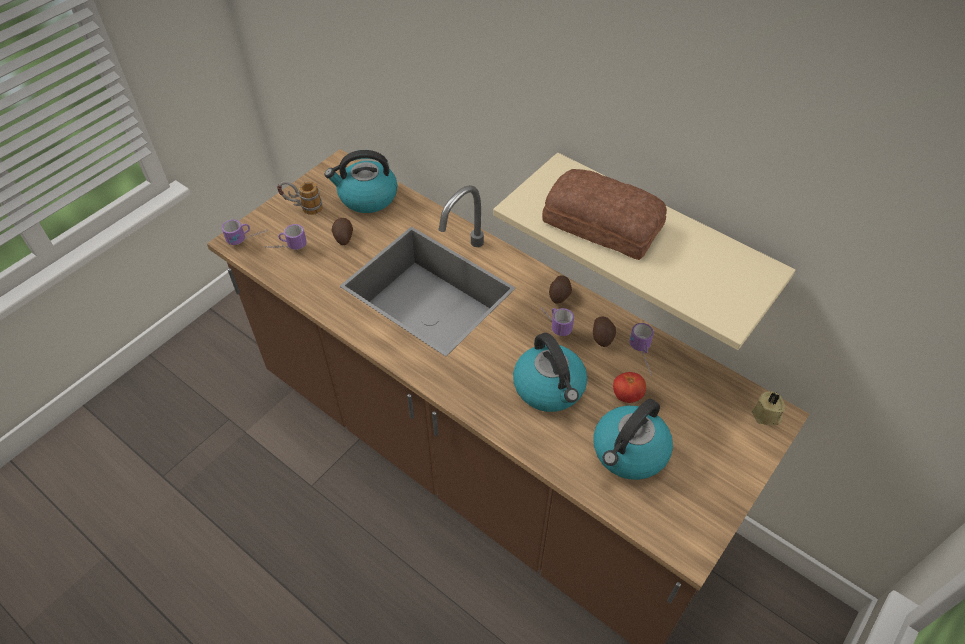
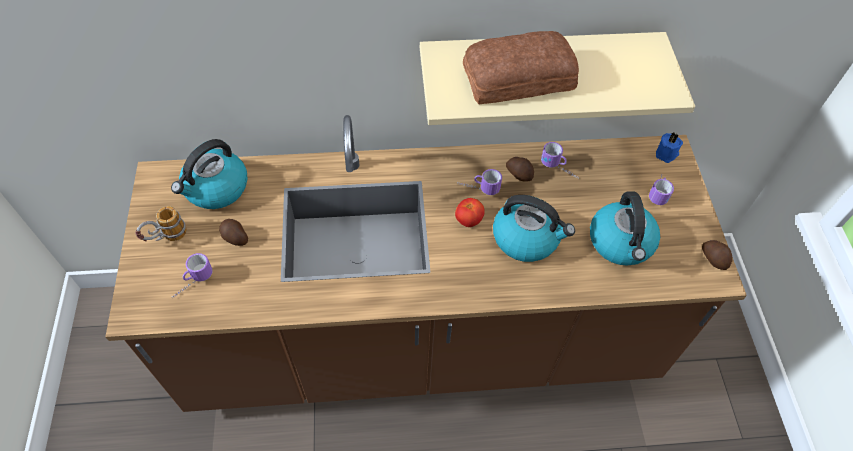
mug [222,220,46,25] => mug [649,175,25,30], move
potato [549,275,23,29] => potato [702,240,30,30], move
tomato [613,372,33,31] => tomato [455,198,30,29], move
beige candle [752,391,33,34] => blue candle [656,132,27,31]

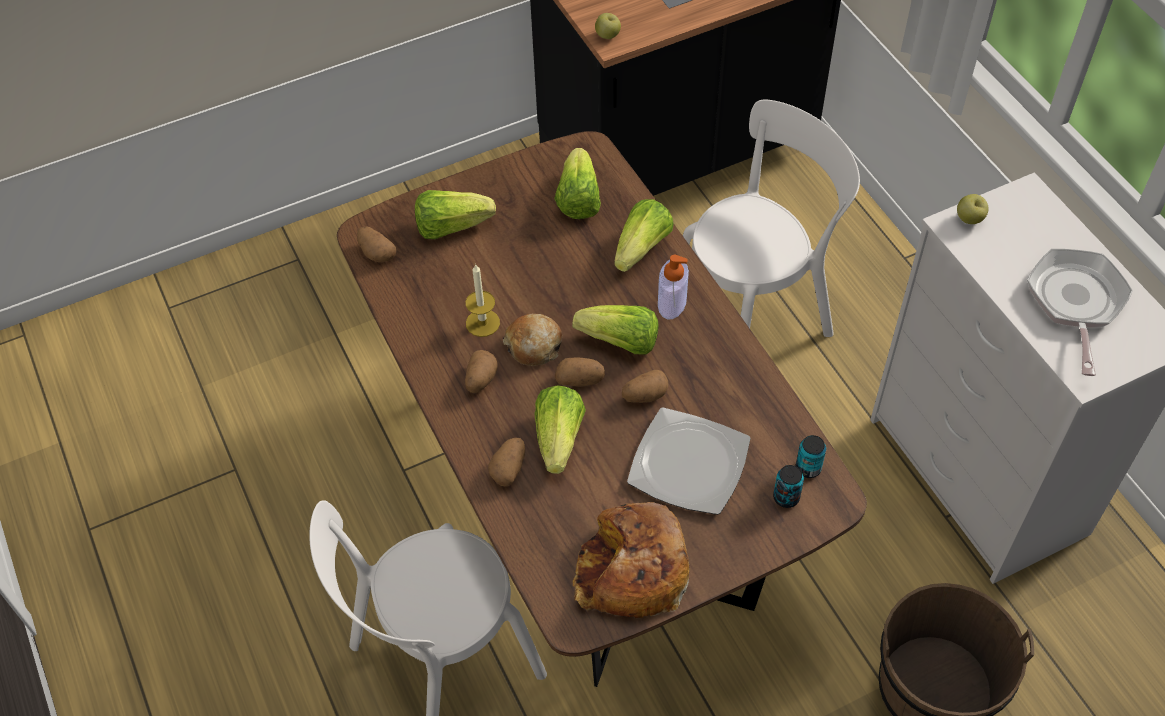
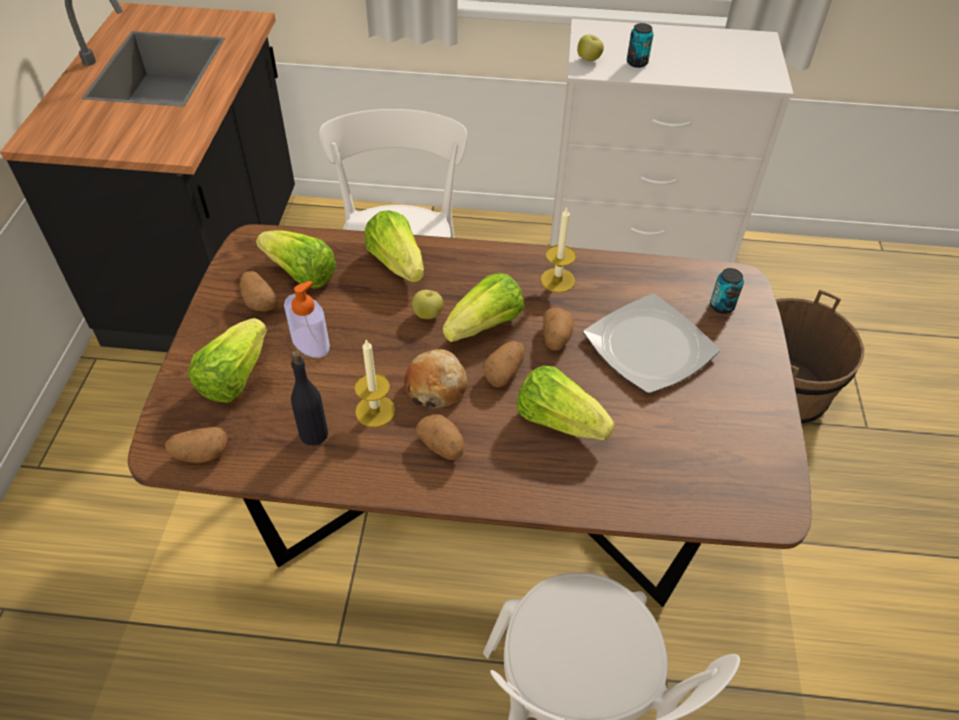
apple [595,13,26,26] => apple [412,290,31,29], move
frying pan [1027,249,106,127] => nothing
soap dispenser [658,255,31,65] => soap dispenser [284,281,46,77], move
can [796,435,30,43] => can [627,23,26,45], move
potato [488,437,37,50] => potato [240,271,38,40], move
bread [573,502,116,116] => nothing
nothing => candle [541,206,35,87]
nothing => black bottle [291,351,37,95]

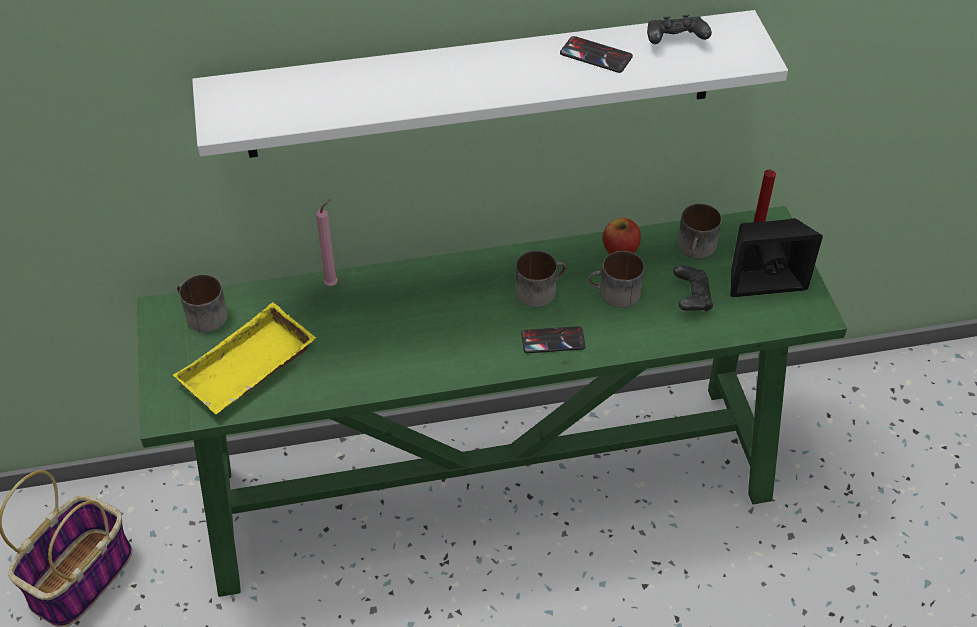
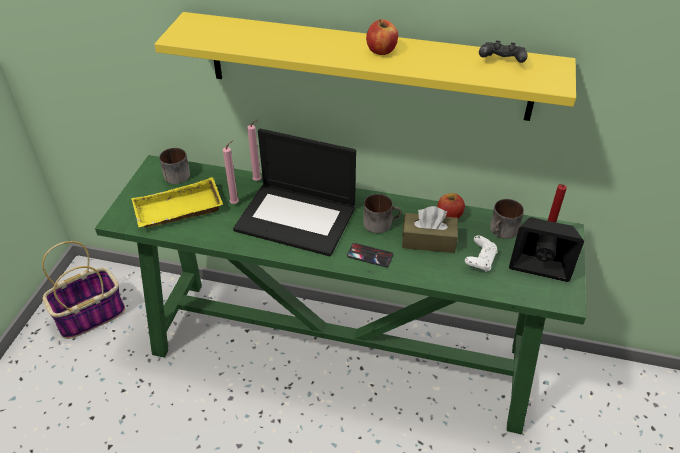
white shelf [192,10,596,148] => yellow shelf [154,12,422,109]
phone [560,36,73,37] => nothing
mug [588,251,56,56] => brown tissue box [402,206,56,47]
black game controller [673,266,40,46] => white game controller [465,235,33,37]
nothing => apple [366,19,32,36]
nothing => laptop [233,129,123,127]
nothing => pink candle [223,140,16,64]

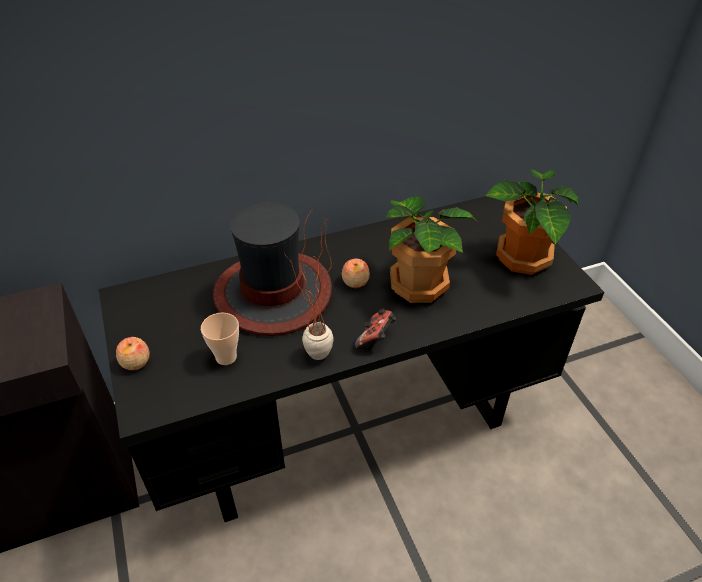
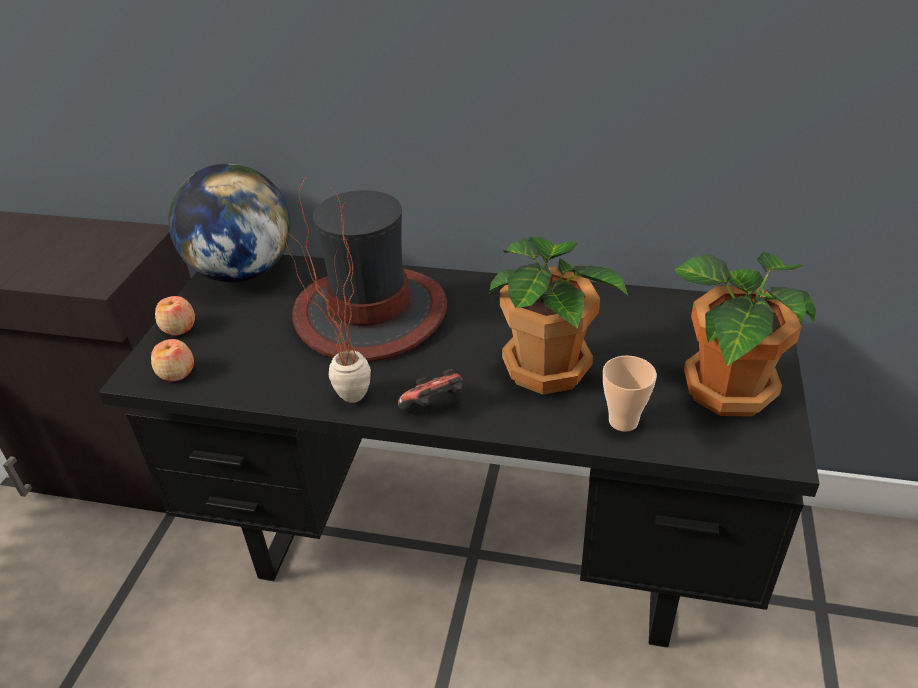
apple [342,259,28,29] => apple [151,339,43,43], move
cup [201,312,38,53] => cup [603,355,54,77], move
nothing => globe [168,164,123,118]

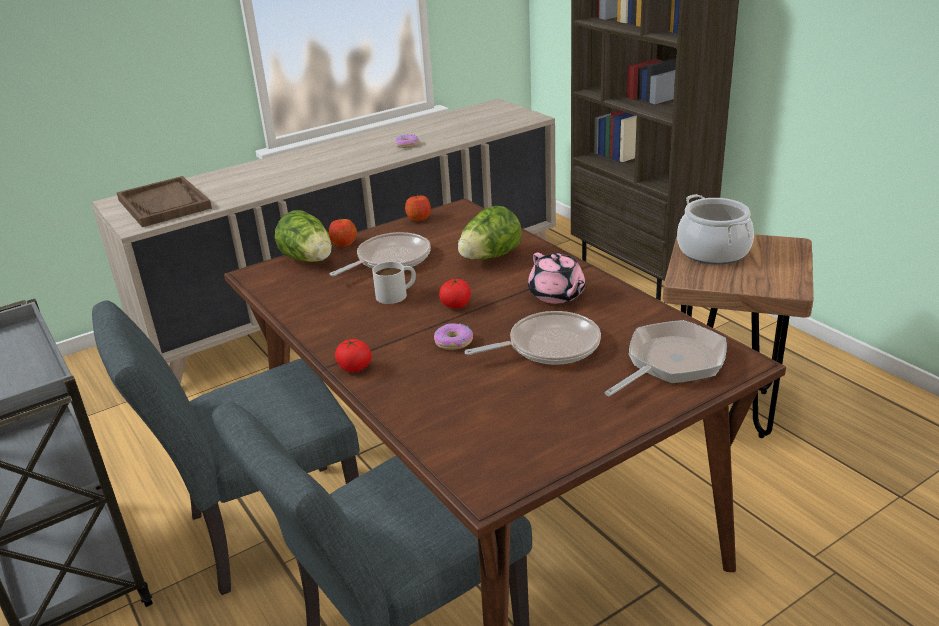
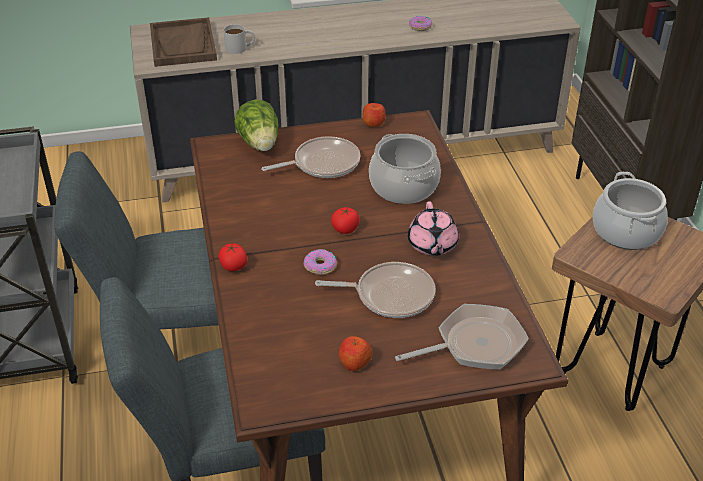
lettuce [458,206,64,54] => cooking pot [369,134,72,70]
apple [329,219,28,28] => apple [339,336,33,35], move
white mug [372,262,44,42] => white mug [223,24,32,30], move

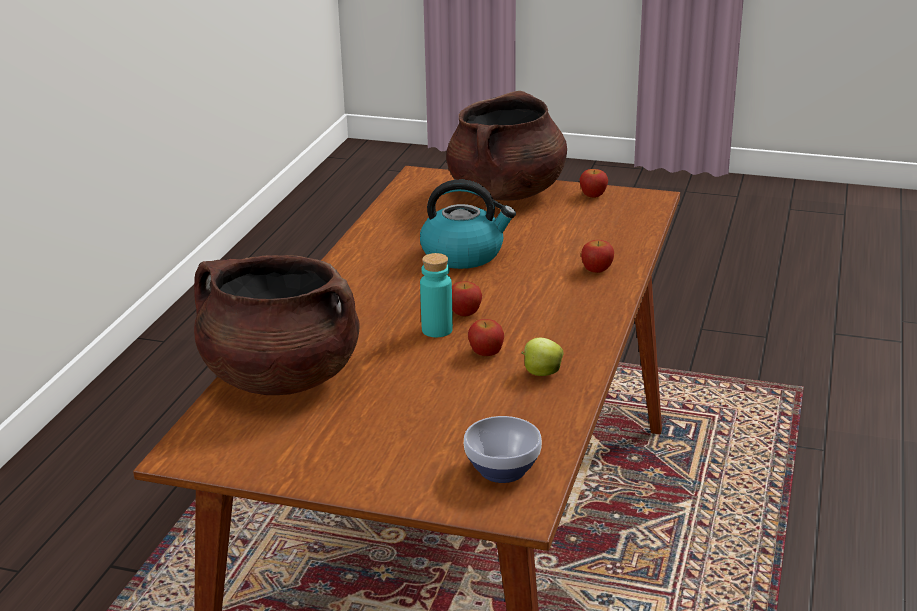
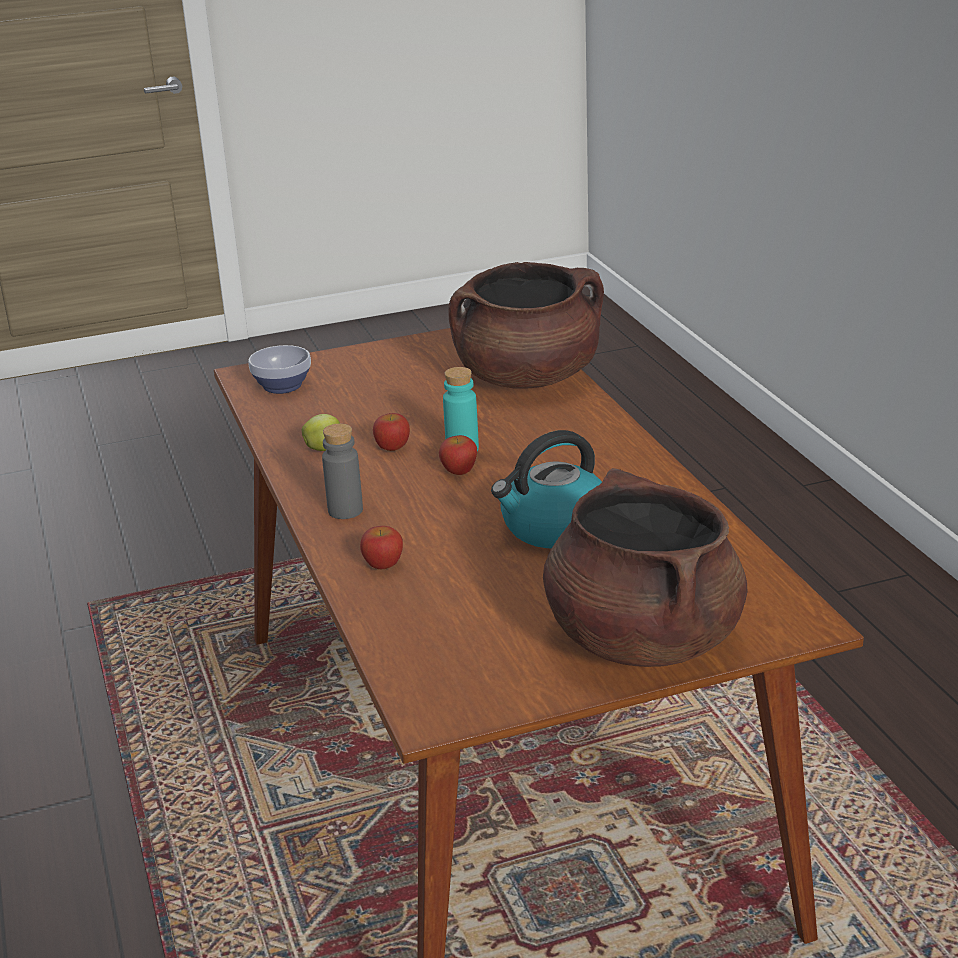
apple [580,169,28,29] => nothing
nothing => grey bottle [322,424,41,95]

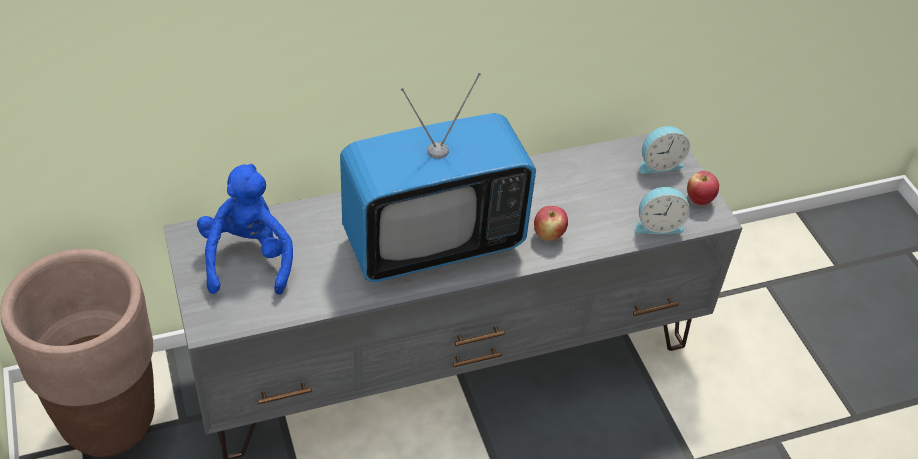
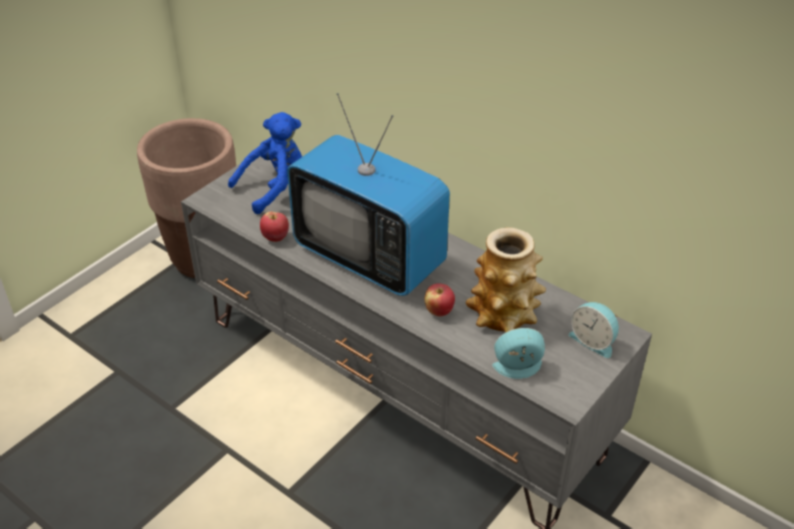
apple [687,171,32,34] => apple [260,211,29,31], move
alarm clock [635,187,55,47] => alarm clock [492,328,53,51], 120 degrees clockwise
nothing => vase [466,228,80,105]

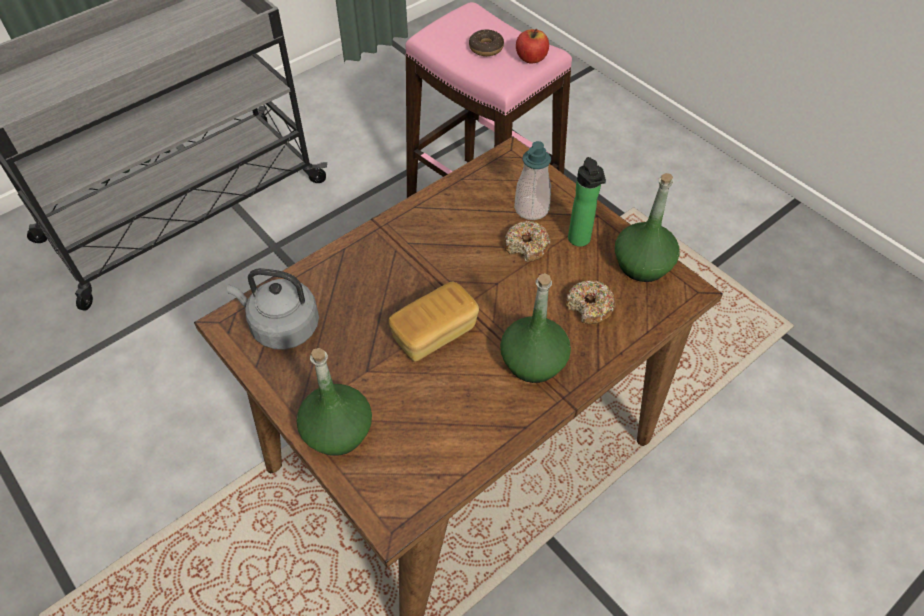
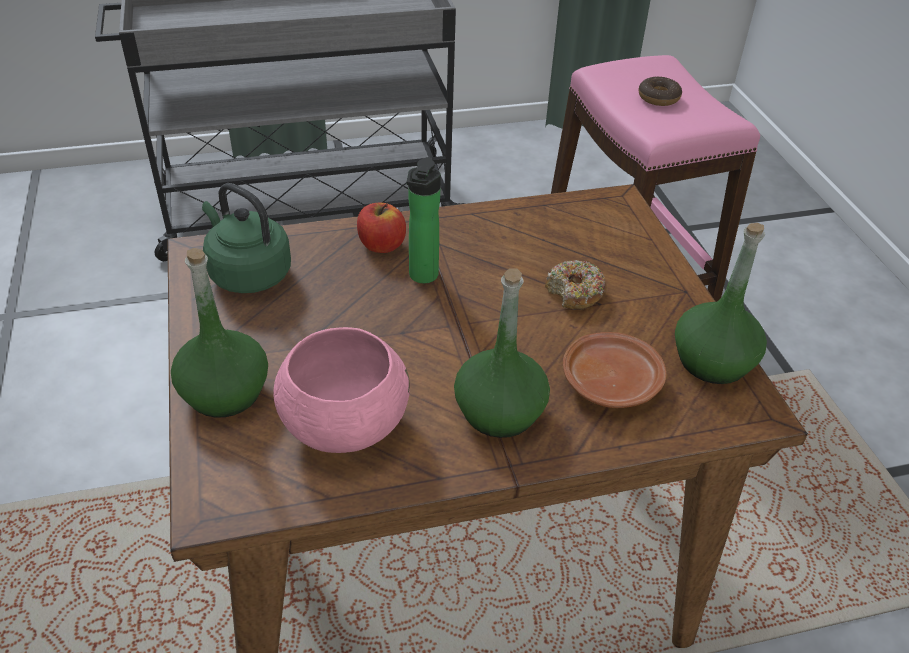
apple [516,29,33,35] => apple [357,203,49,50], move
soap dispenser [514,141,37,79] => nothing
bottle [568,157,38,90] => bottle [407,157,34,126], move
grey kettle [227,268,92,82] => green kettle [202,183,89,110]
donut [565,280,51,44] => brown plate [563,332,103,76]
bread [389,281,90,81] => nothing
nothing => pink bowl [273,327,137,126]

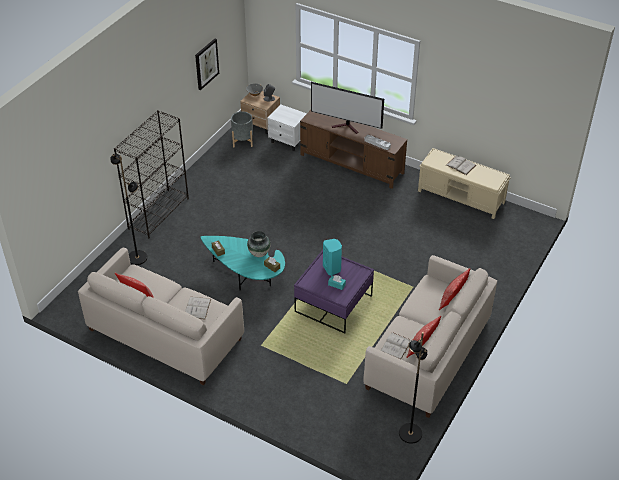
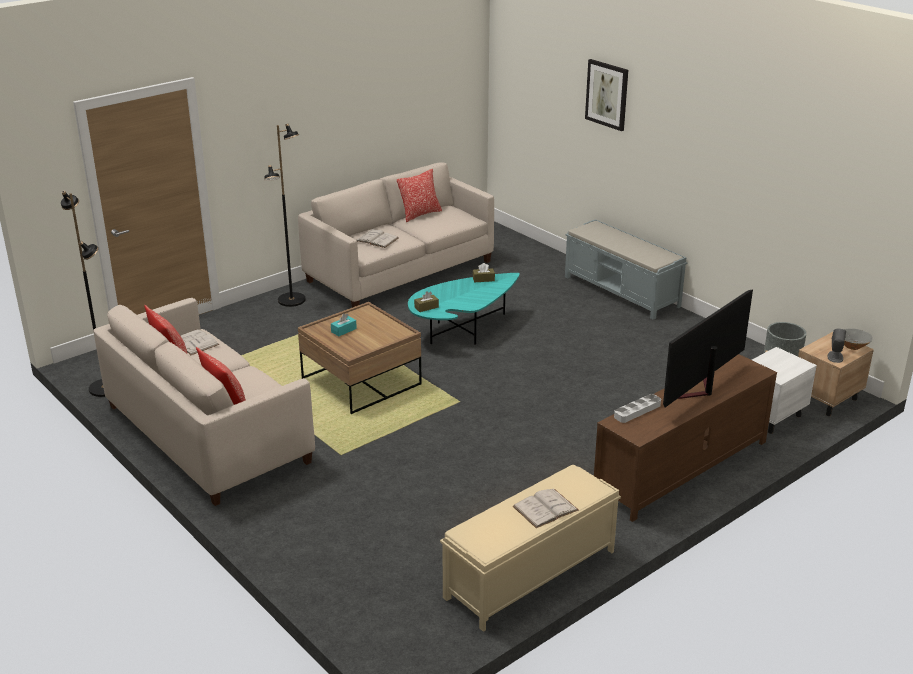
picture [195,39,24,51] => picture [585,59,43,72], move
black bookcase [114,110,75,128] => grey bench [565,219,123,101]
black floor lamp [110,154,37,111] => black floor lamp [264,124,42,183], move
vase [247,231,24,26] => nothing
turquoise speaker [323,239,19,37] => nothing
purple coffee table [294,250,80,83] => brown coffee table [298,302,124,112]

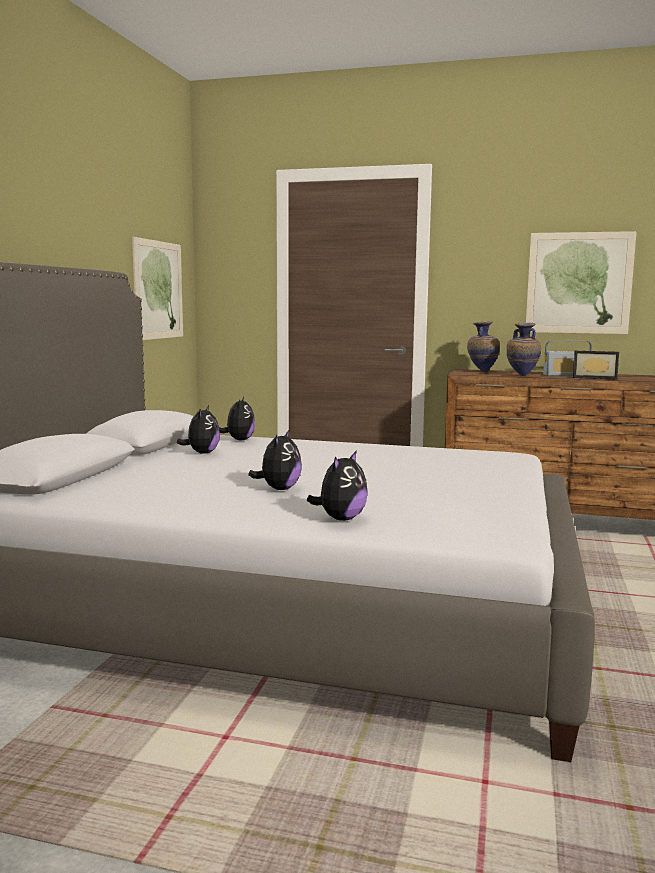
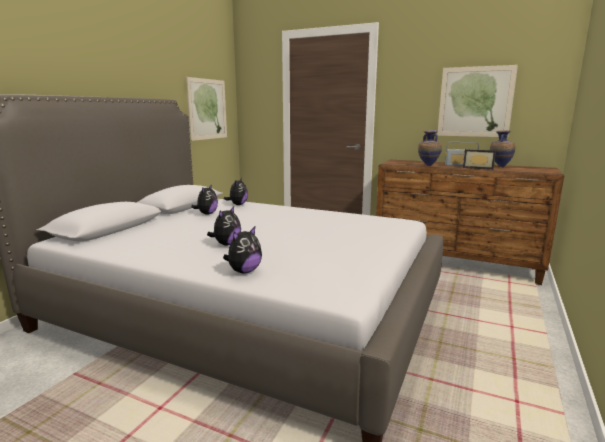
vase [467,321,33,52] => vase [490,130,25,37], move

